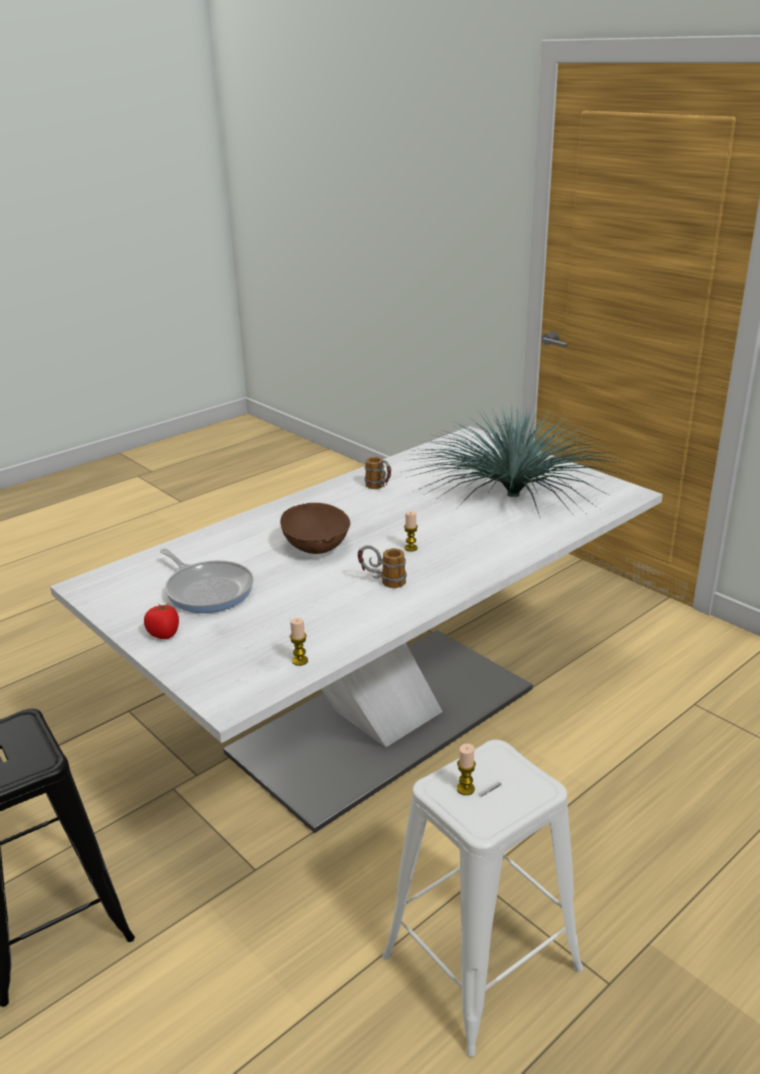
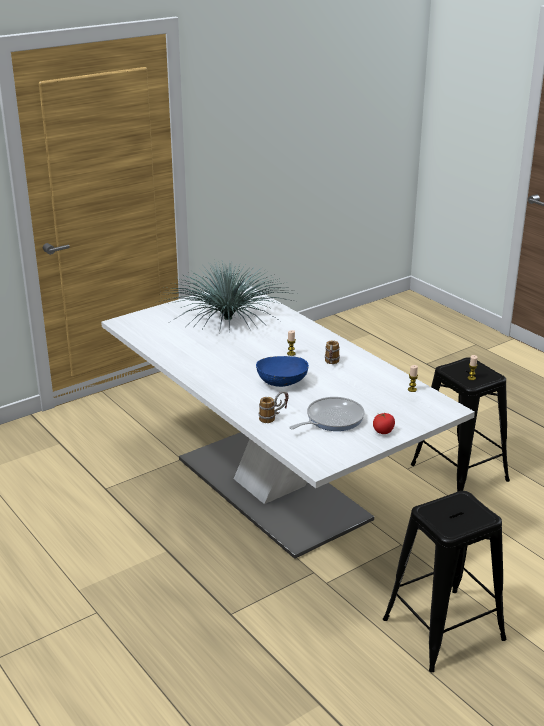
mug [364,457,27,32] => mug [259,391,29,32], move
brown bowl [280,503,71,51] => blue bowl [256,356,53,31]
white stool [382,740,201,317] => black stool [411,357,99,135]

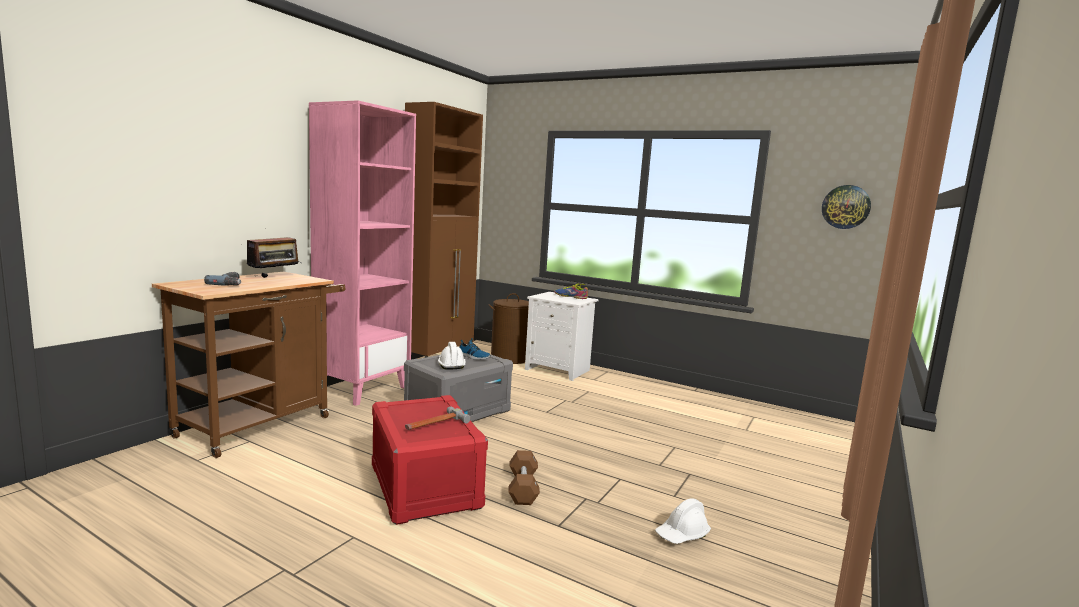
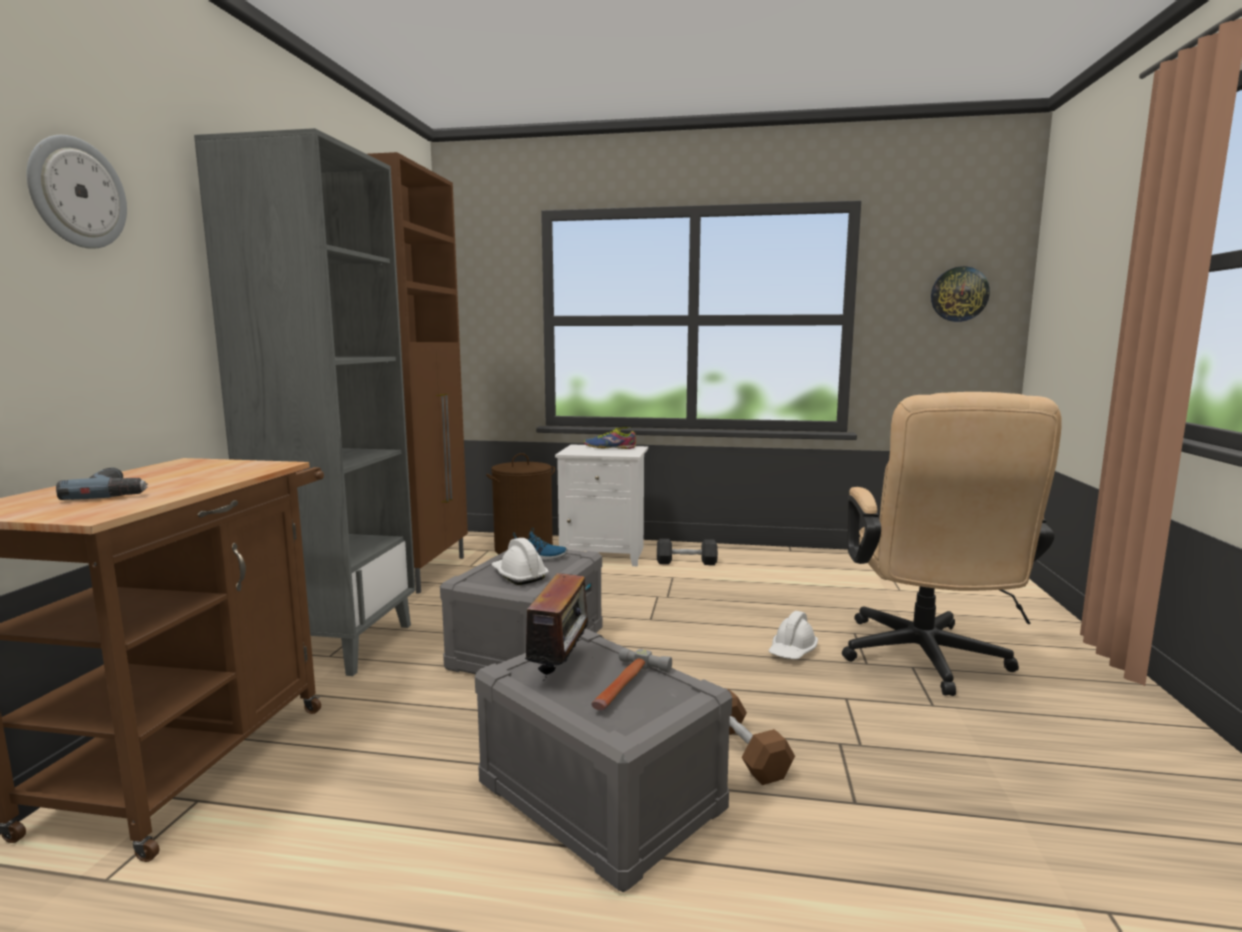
pink bookcase [309,100,107,306] => grey bookcase [194,128,221,548]
radio [241,230,60,48] => radio [518,573,76,111], move
red storage box [372,395,116,130] => grey storage box [475,629,257,263]
white hard hat [655,498,56,46] => white hard hat [769,611,49,48], move
nothing => wall clock [27,135,100,114]
nothing => beige office chair [842,392,220,304]
nothing => black dumbbell [657,539,61,26]

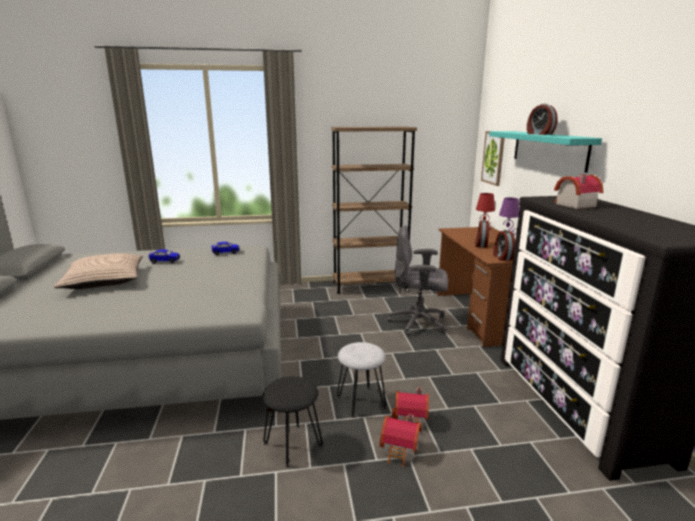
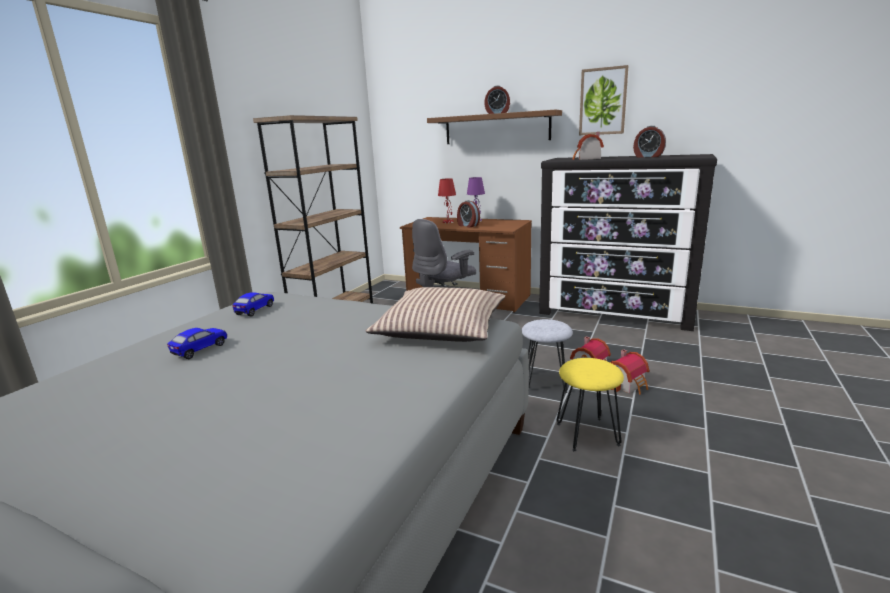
picture [481,131,24,55] => picture [579,65,50,70], move
turquoise shelf [489,131,113,42] => brown shelf [427,110,135,34]
alarm clock [493,230,22,31] => alarm clock [633,126,33,31], move
pillow [54,253,89,36] => pillow [366,287,139,55], move
black stool [263,376,60,92] => yellow stool [557,358,67,94]

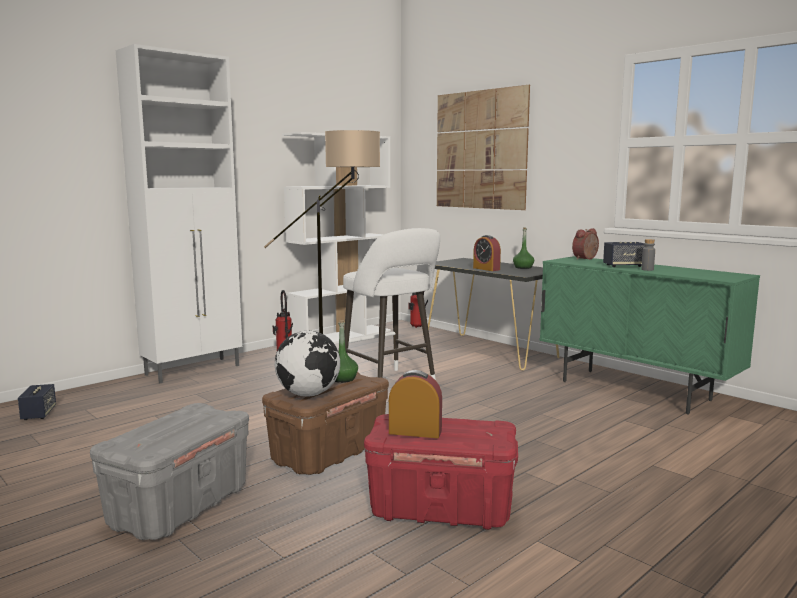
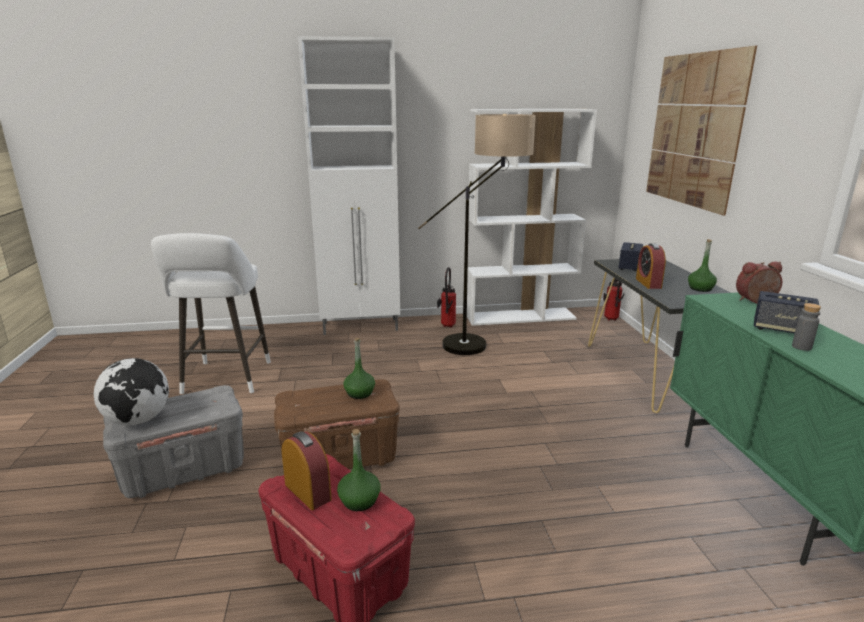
white stool [343,228,97,152] => white stool [151,233,120,161], move
globe [275,331,65,66] => globe [94,358,75,68], move
speaker [18,384,38,36] => speaker [619,242,24,29], move
nothing => green bottle [337,429,44,82]

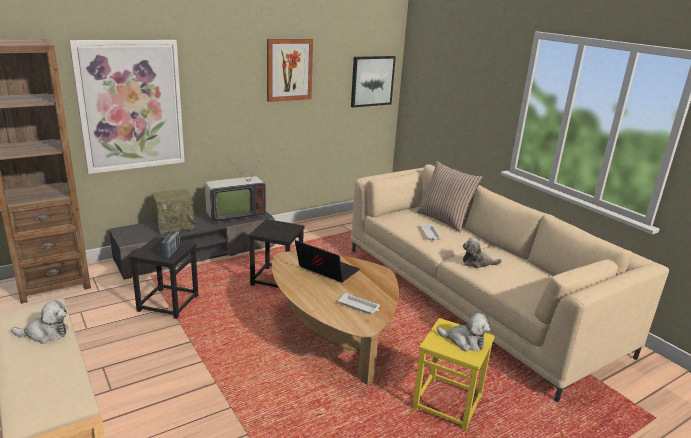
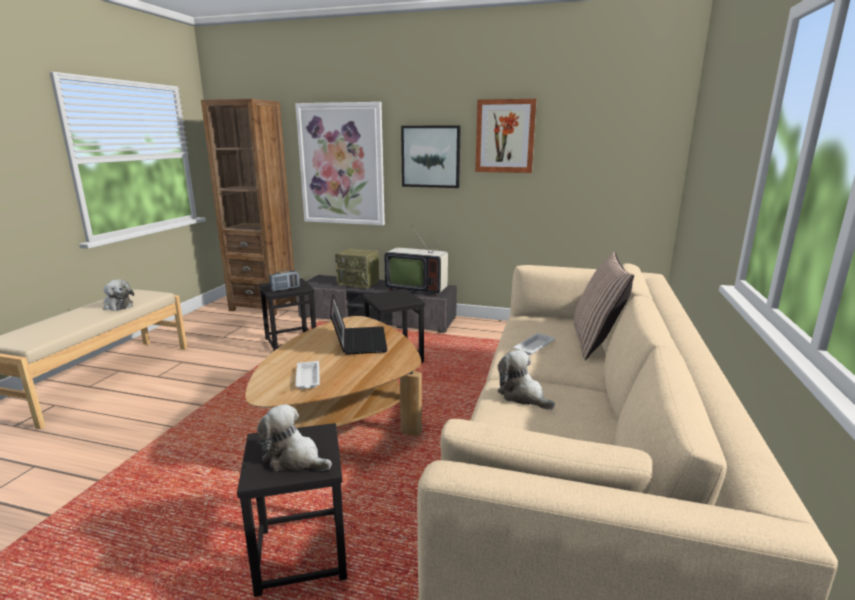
picture [351,56,45,51] => picture [401,125,60,63], move
plush toy [437,313,53,38] => plush toy [257,404,75,67], 135 degrees clockwise
yellow stool [412,318,83,113] => black stool [237,423,110,174]

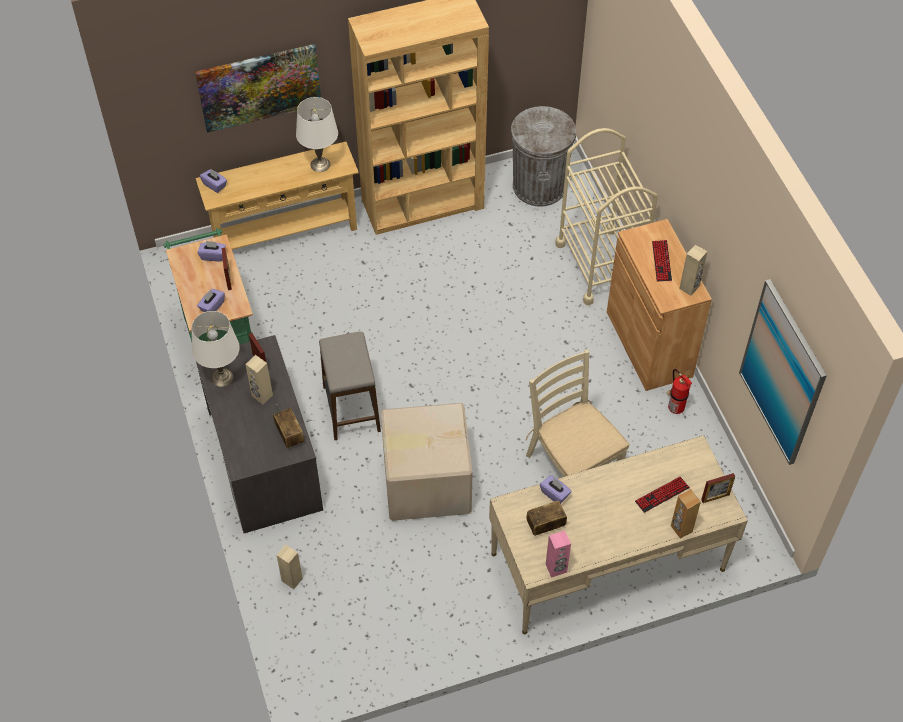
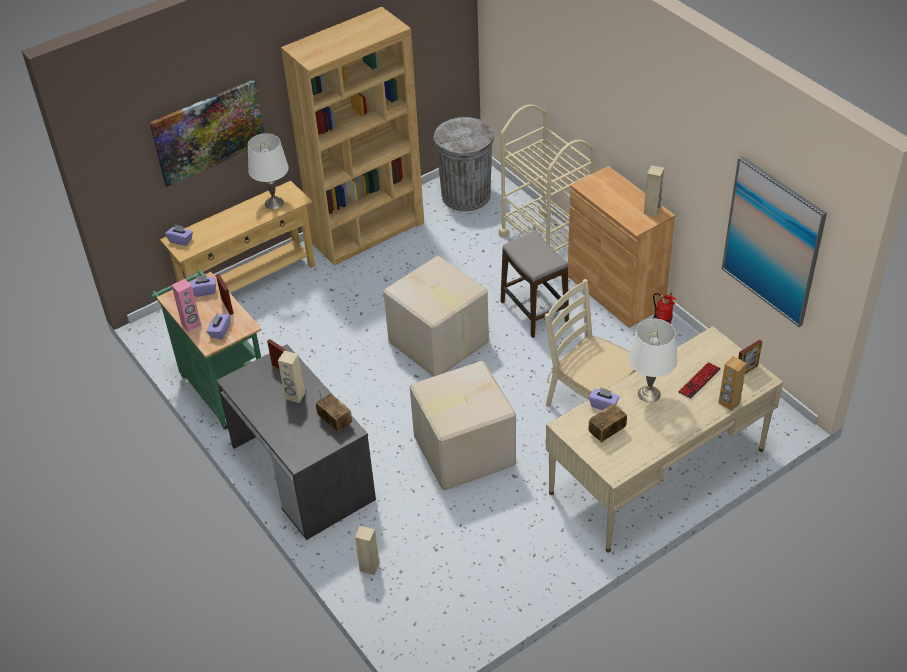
keyboard [652,240,20,42] => nothing
white table lamp [191,311,49,76] => white table lamp [629,319,48,84], move
stool [319,332,62,108] => stool [501,232,68,106], move
pink speaker [546,530,25,48] => pink speaker [172,279,29,53], move
nothing => cardboard box [384,256,105,121]

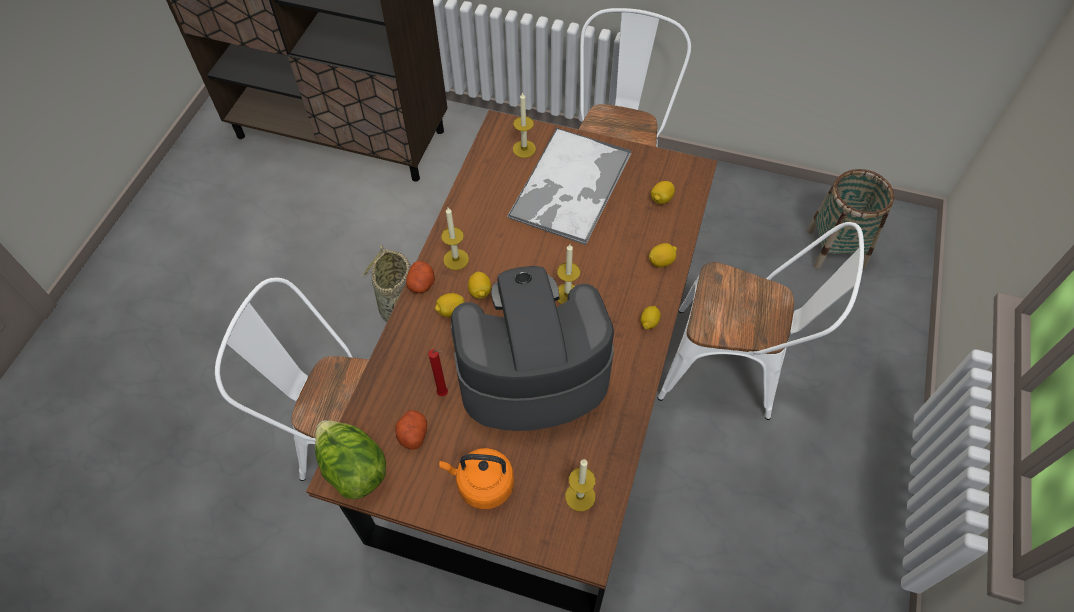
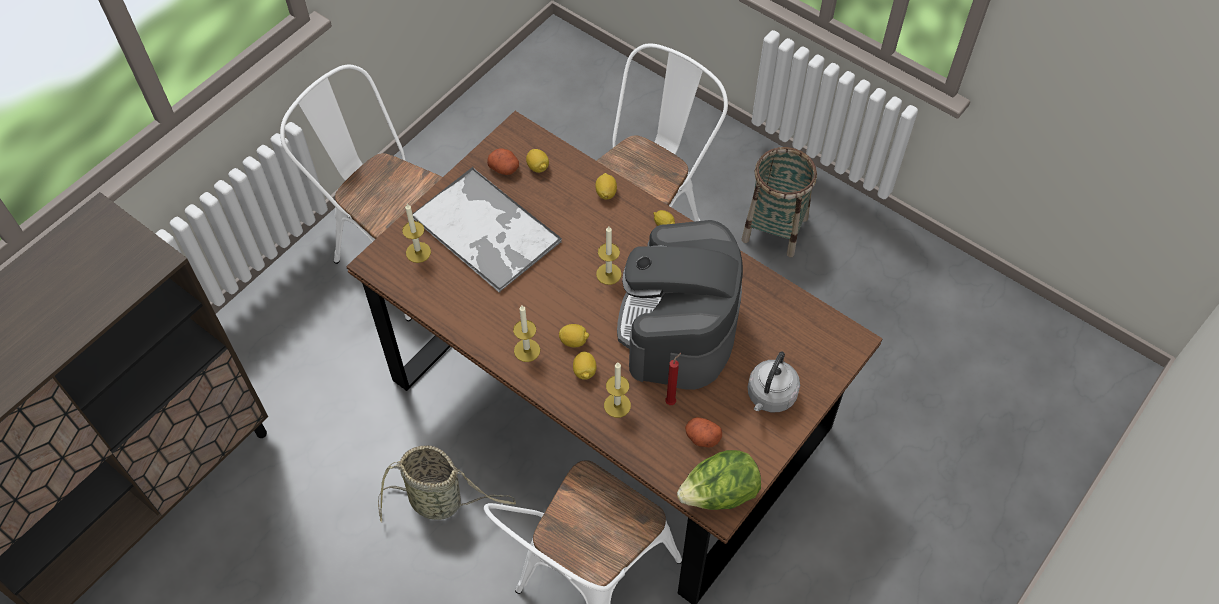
basket [807,169,87,100] => basket [742,147,75,110], move
potato [406,261,29,32] => potato [487,148,32,27], move
orange kettle [439,448,75,61] => grey kettle [748,352,52,60]
candle [565,459,31,52] => candle [604,362,27,56], move

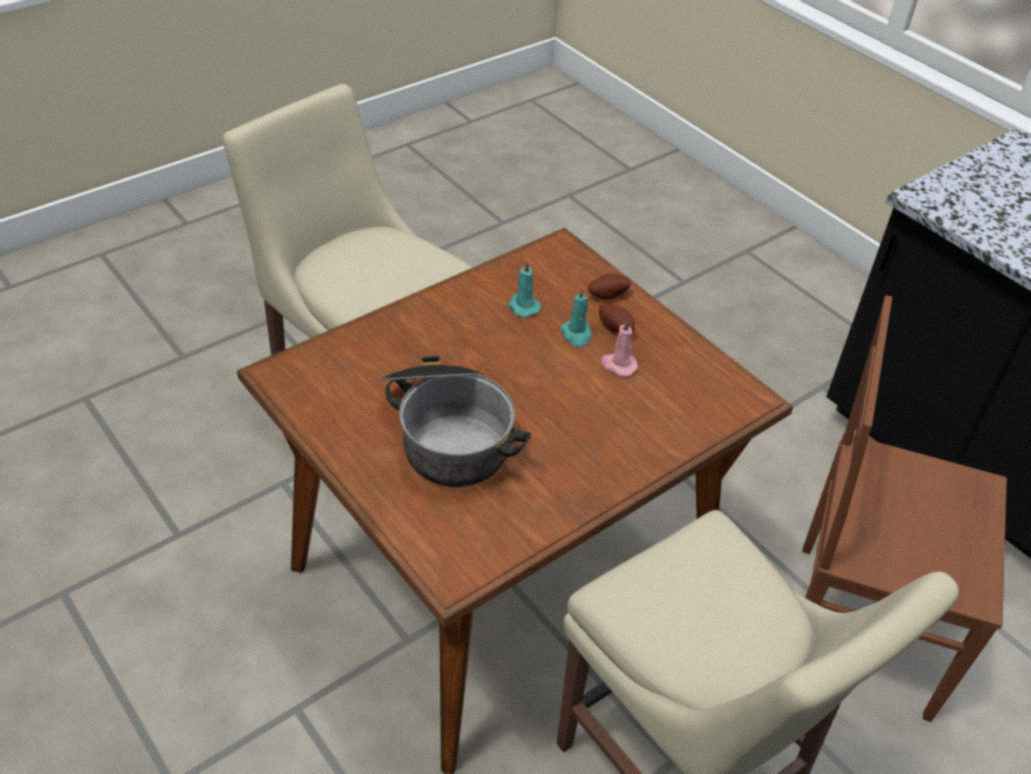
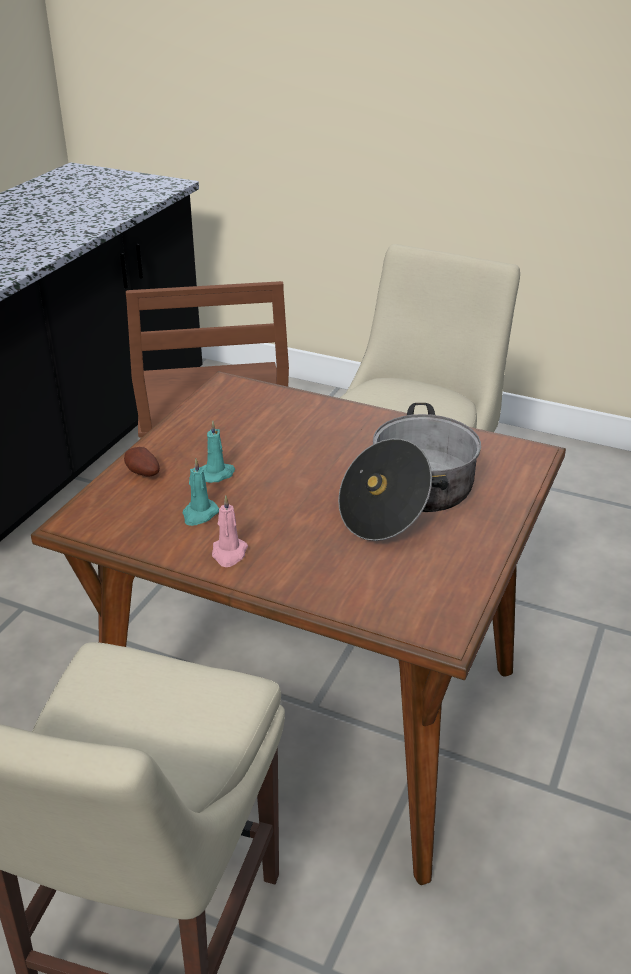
potato [599,303,36,31] => nothing
pink candle [601,319,37,58] => pink candle [212,495,36,72], move

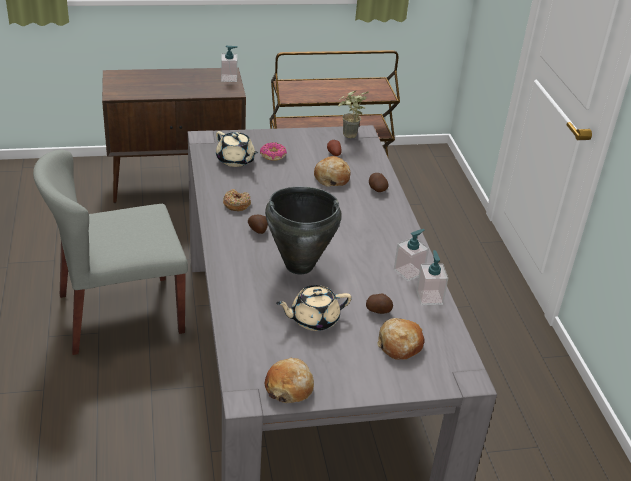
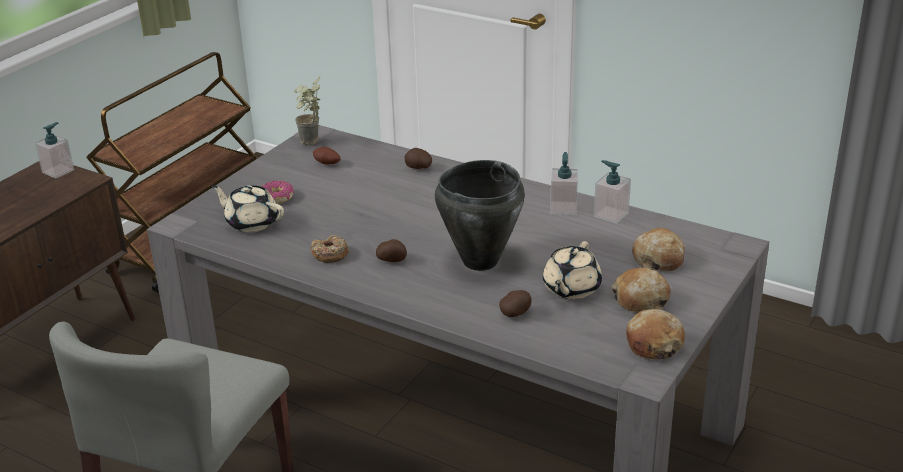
beige teapot [216,131,42,36] => beige teapot [212,185,72,47], 150 degrees counterclockwise
bread [314,156,36,31] => bread [612,268,59,45], move
potato [366,294,27,20] => potato [499,290,33,27], move

